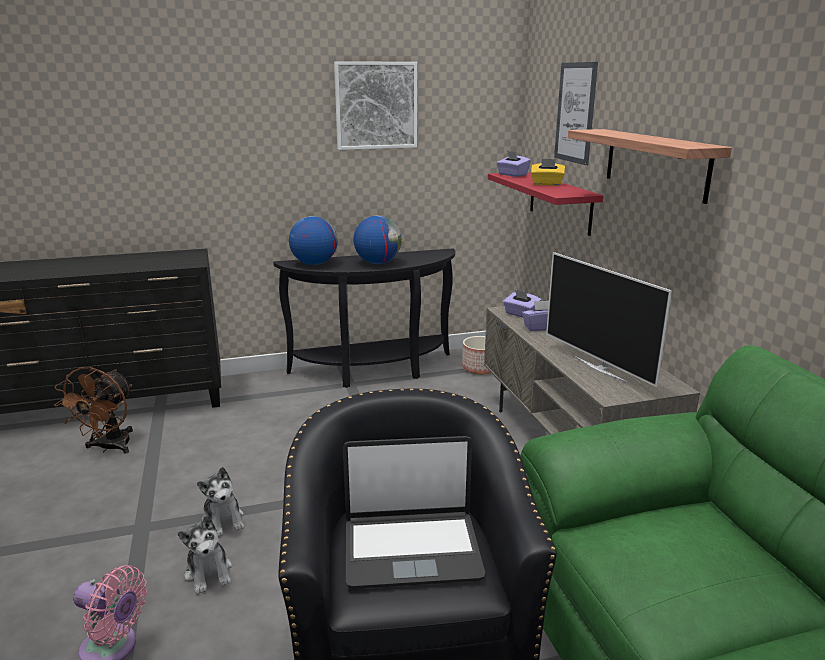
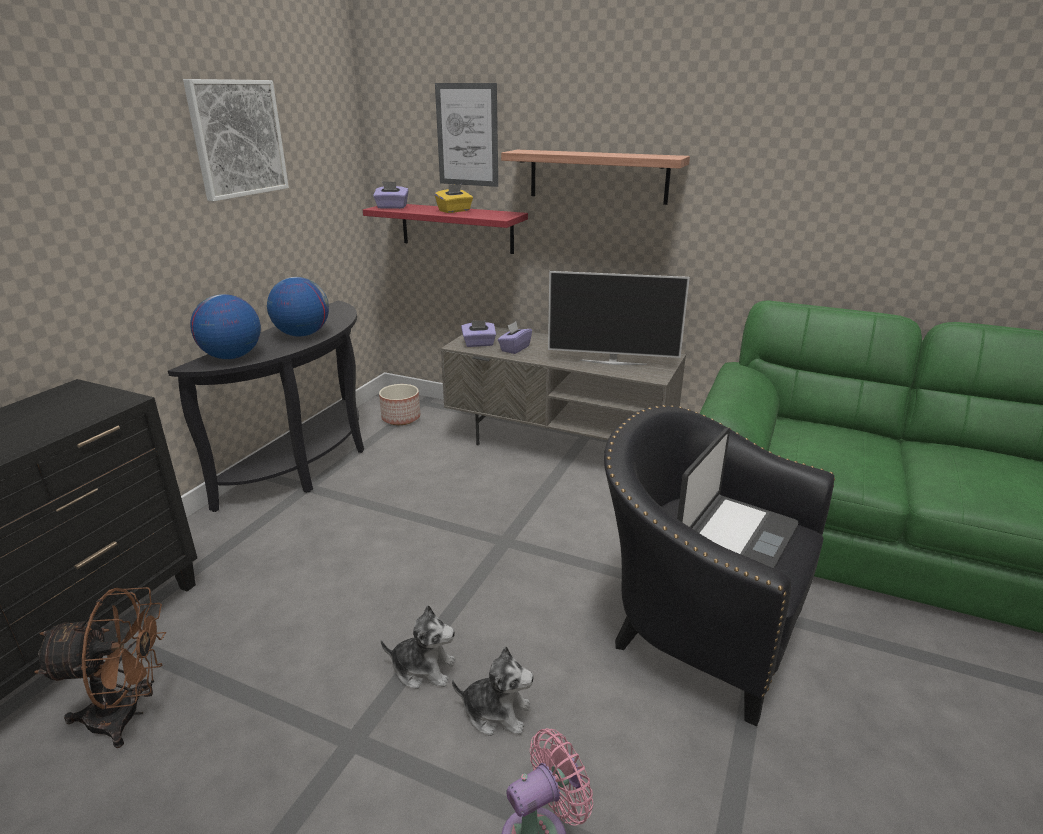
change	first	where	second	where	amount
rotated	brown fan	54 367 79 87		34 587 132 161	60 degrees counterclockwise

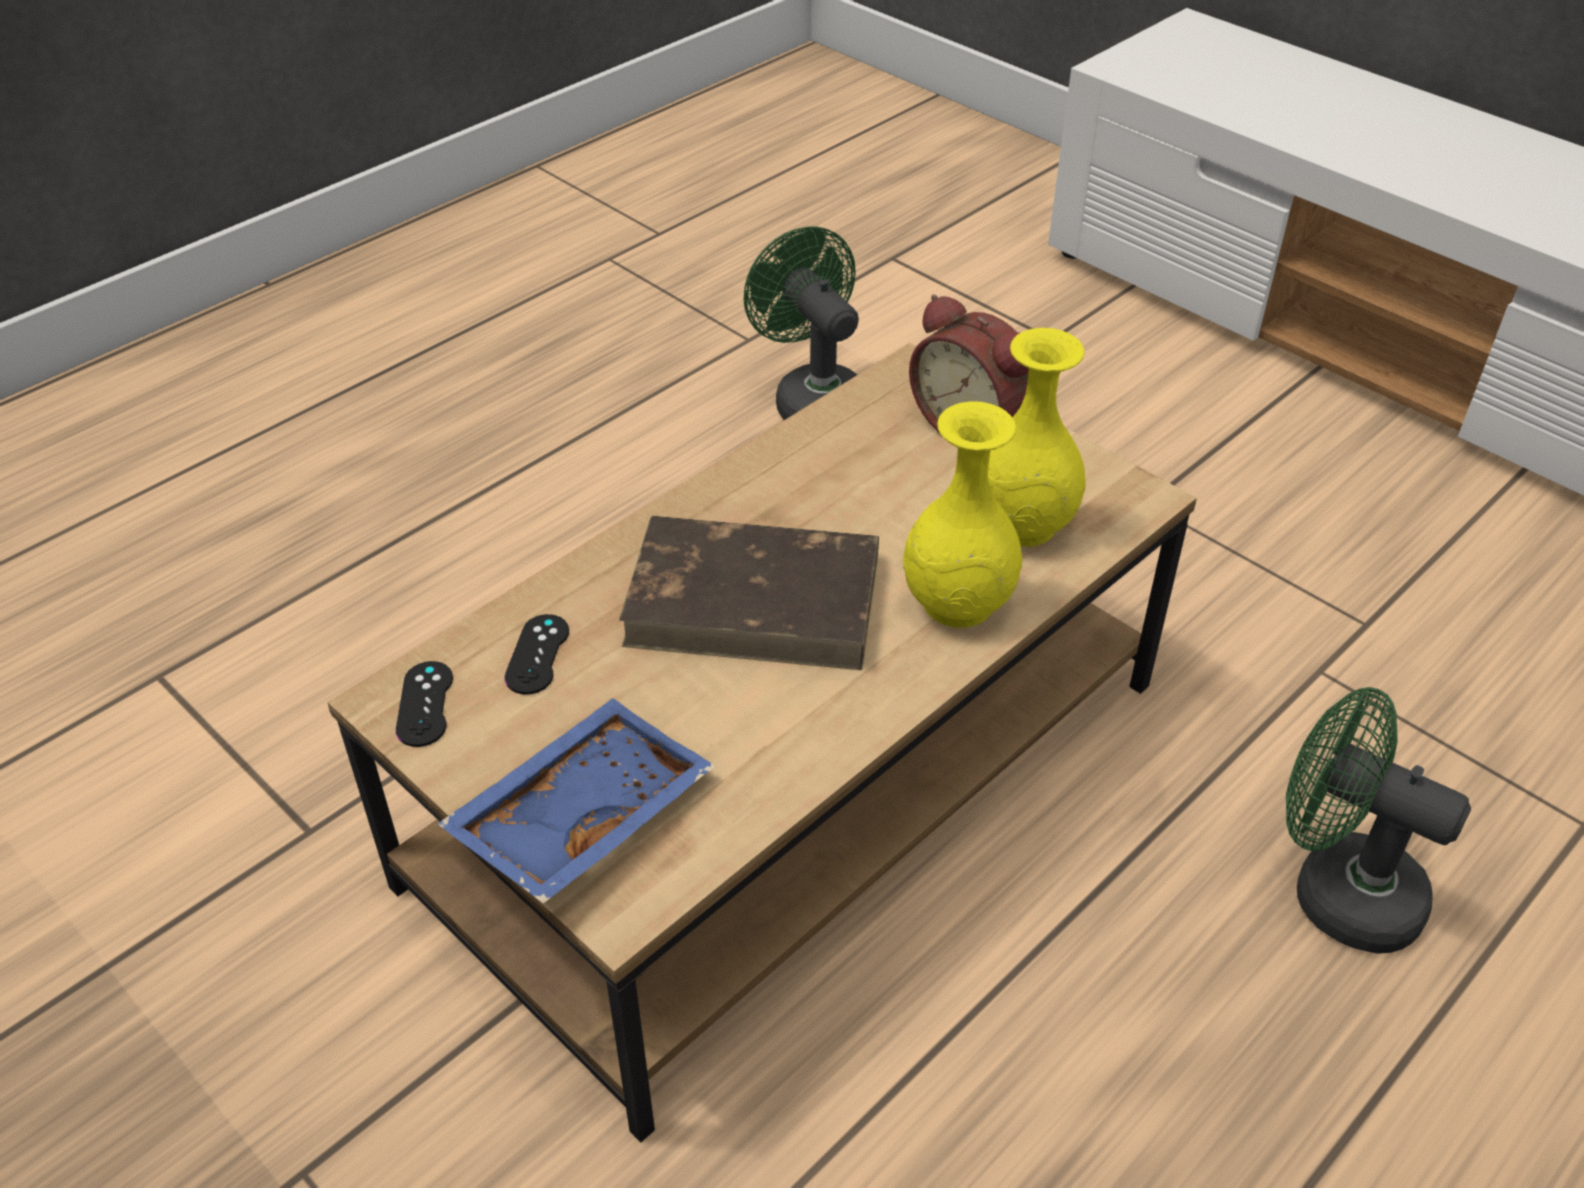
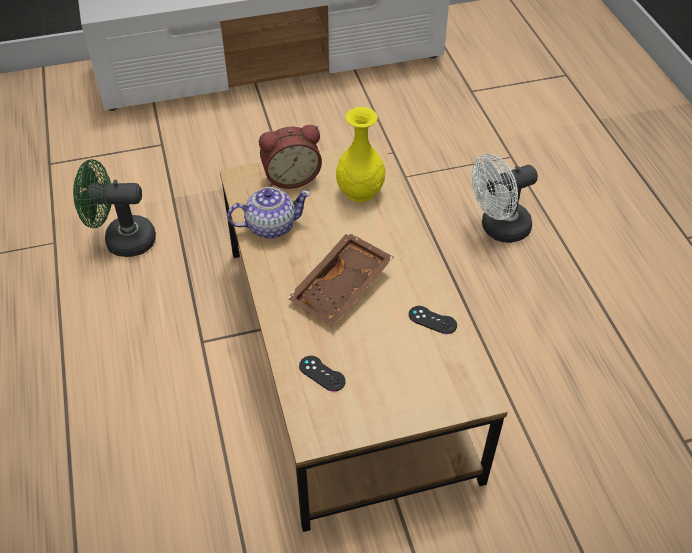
change	first	where	second	where	amount
shifted	black game controller	396 661 57 86		409 306 48 28	
gone	blue tray	437 698 278 206			
swapped	brown book	619 516 260 154	brown tray	287 232 106 94	
gone	yellow vase	903 401 119 227			
repainted	green fan	1286 687 185 267	white fan	471 154 67 89	
new			teapot	227 187 84 52	

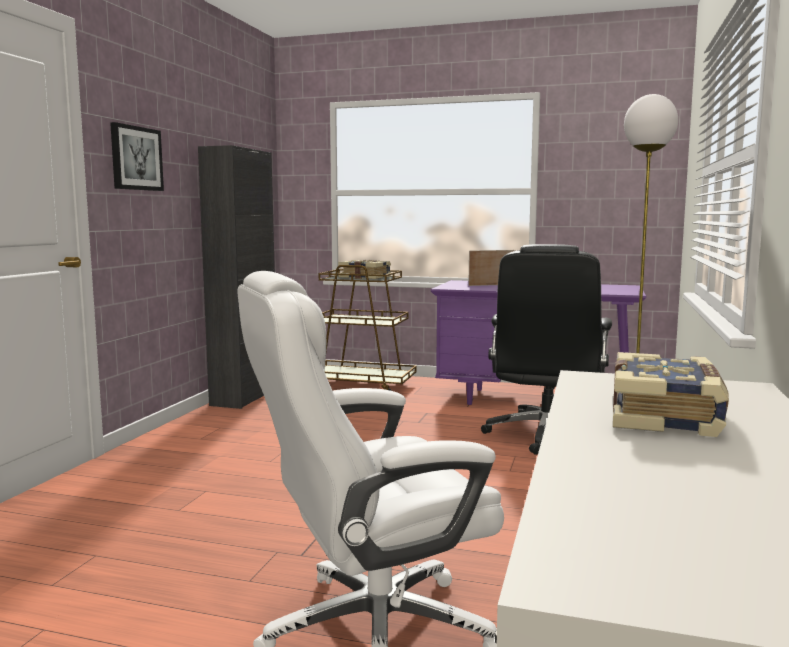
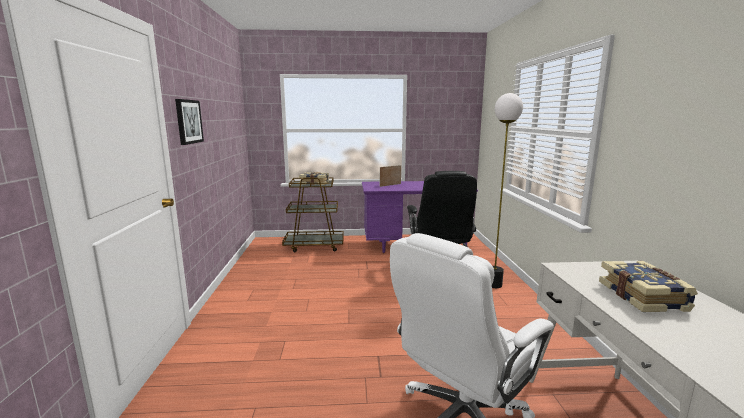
change	first	where	second	where	amount
gone	black cabinet	198 145 77 264			

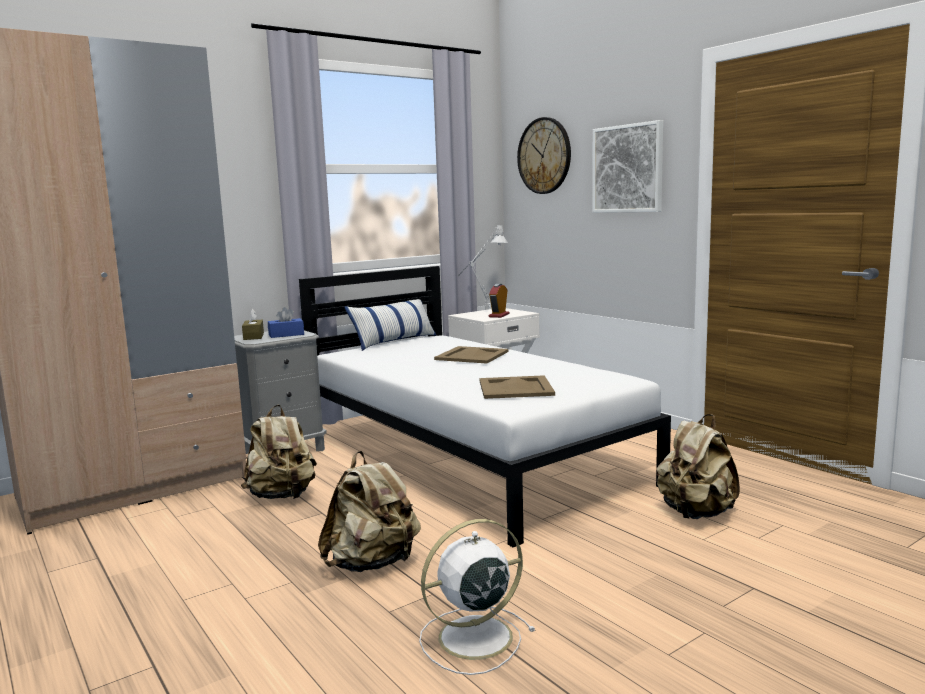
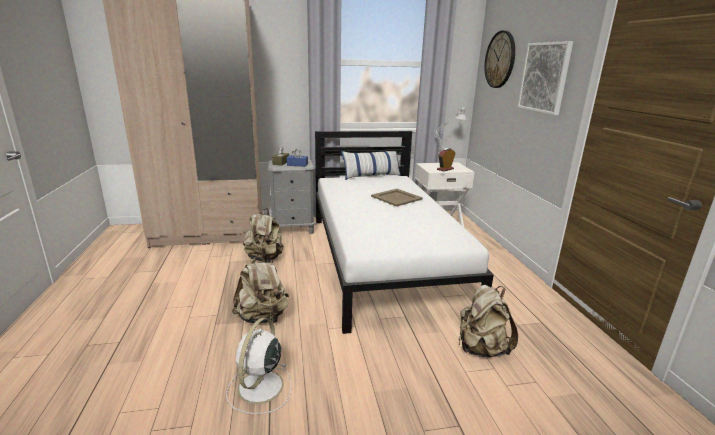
change	first	where	second	where	amount
rotated	white fan	419 519 116 156		226 318 66 96	75 degrees counterclockwise
gone	beige tray	479 375 76 24			

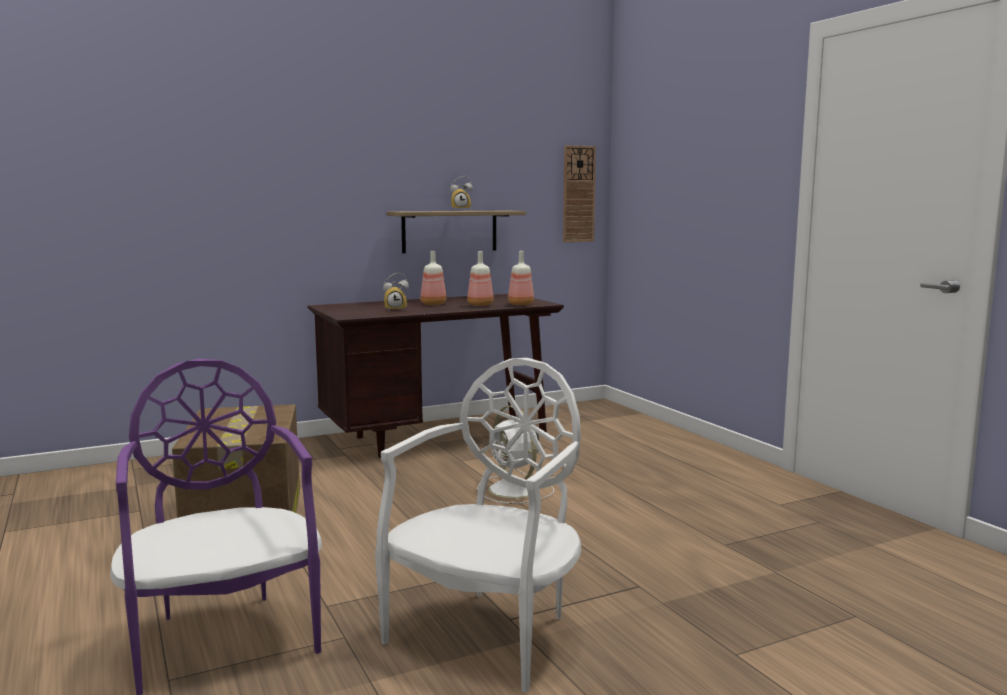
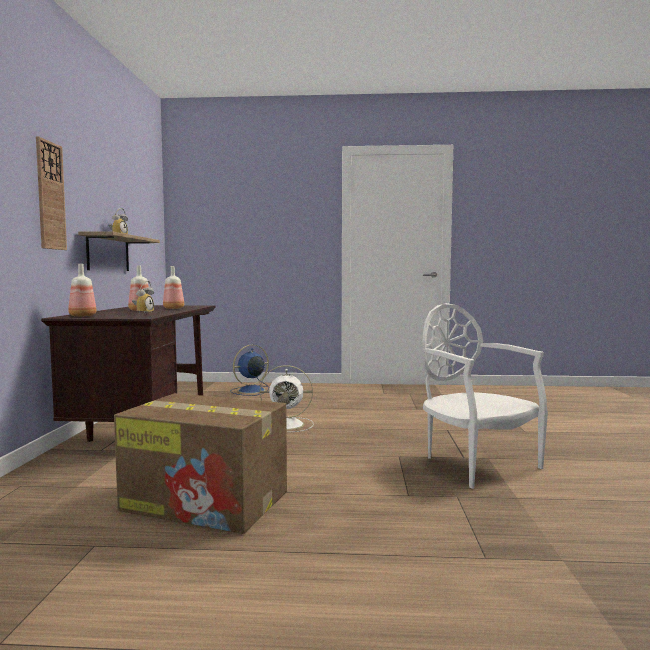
change	first	where	second	where	amount
gone	purple chair	110 358 212 337			
shifted	bottle	508 251 26 55		68 264 28 53	
shifted	wall clock	563 145 33 97		36 137 31 113	
new			blue fan	230 345 39 51	

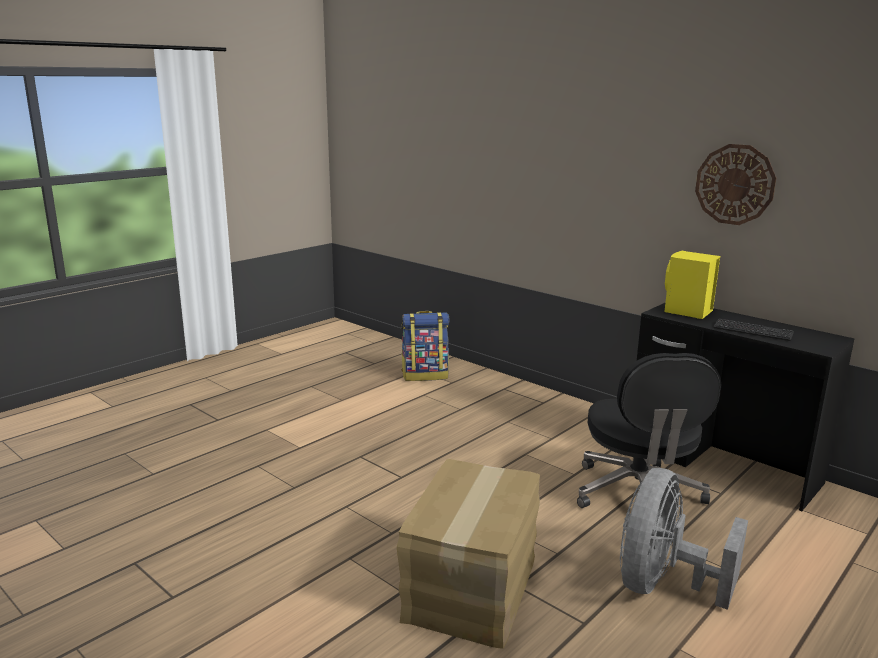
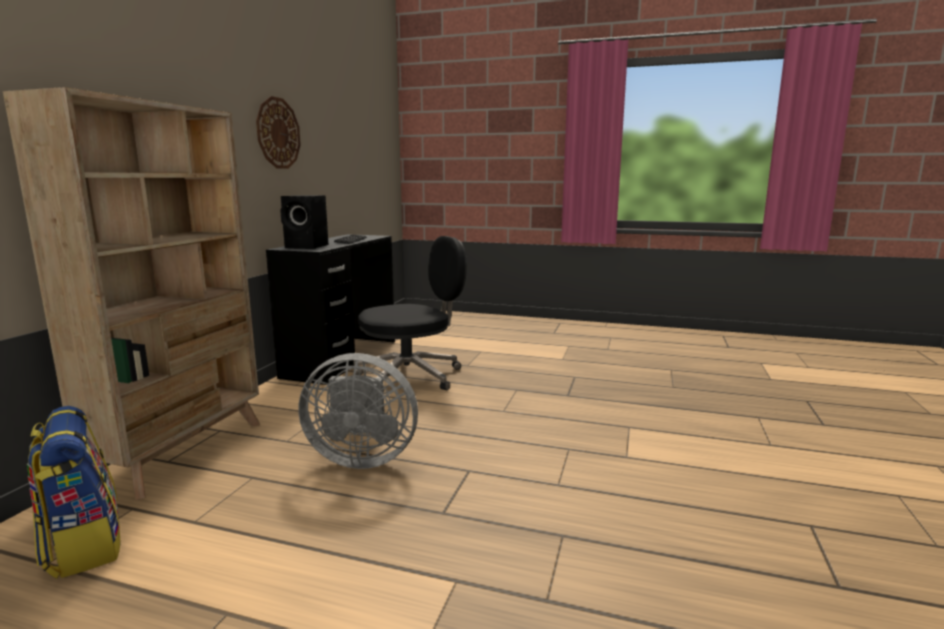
change	first	where	second	where	amount
gone	cardboard box	397 459 143 190			
shifted	grey fan	620 468 128 142		298 353 120 116	
repainted	yellow speaker	664 251 56 68	black speaker	280 195 49 54	
new			beige bookcase	3 87 257 413	

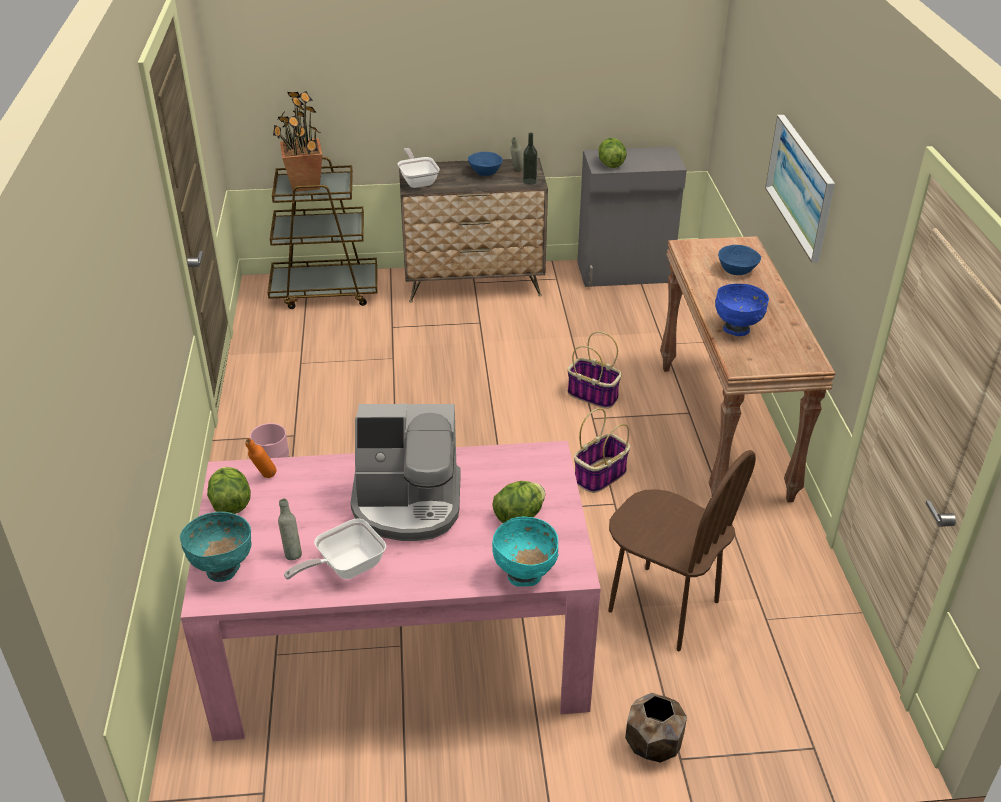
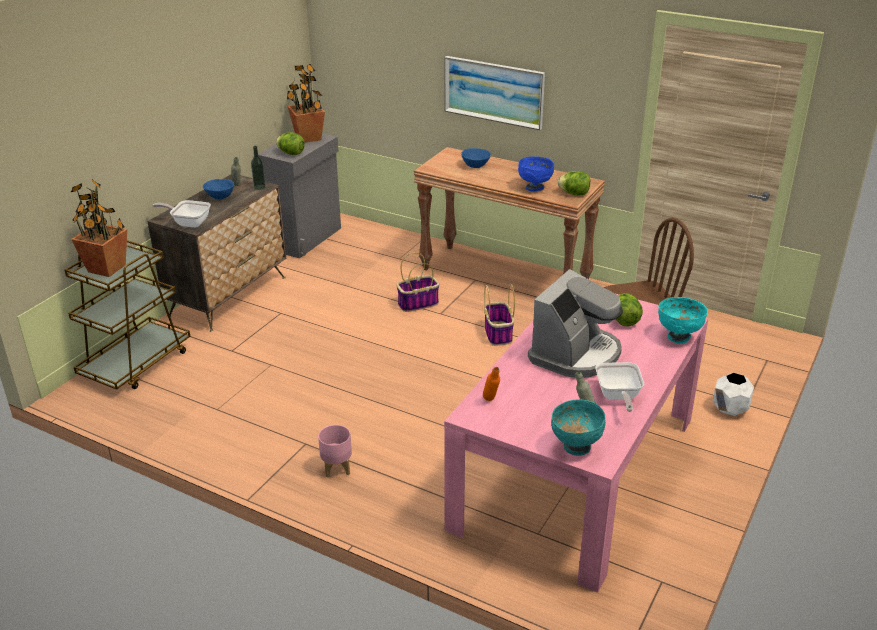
change	first	where	second	where	amount
shifted	lettuce	207 467 44 47		558 171 32 24	
repainted	brown planter	625 693 62 70	white planter	713 373 41 43	
new			potted plant	287 64 38 79	

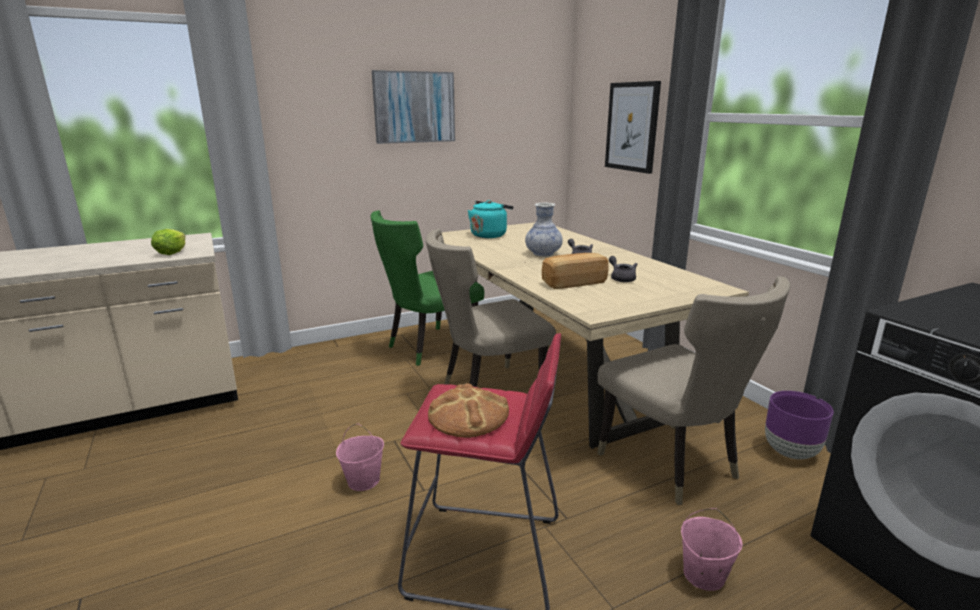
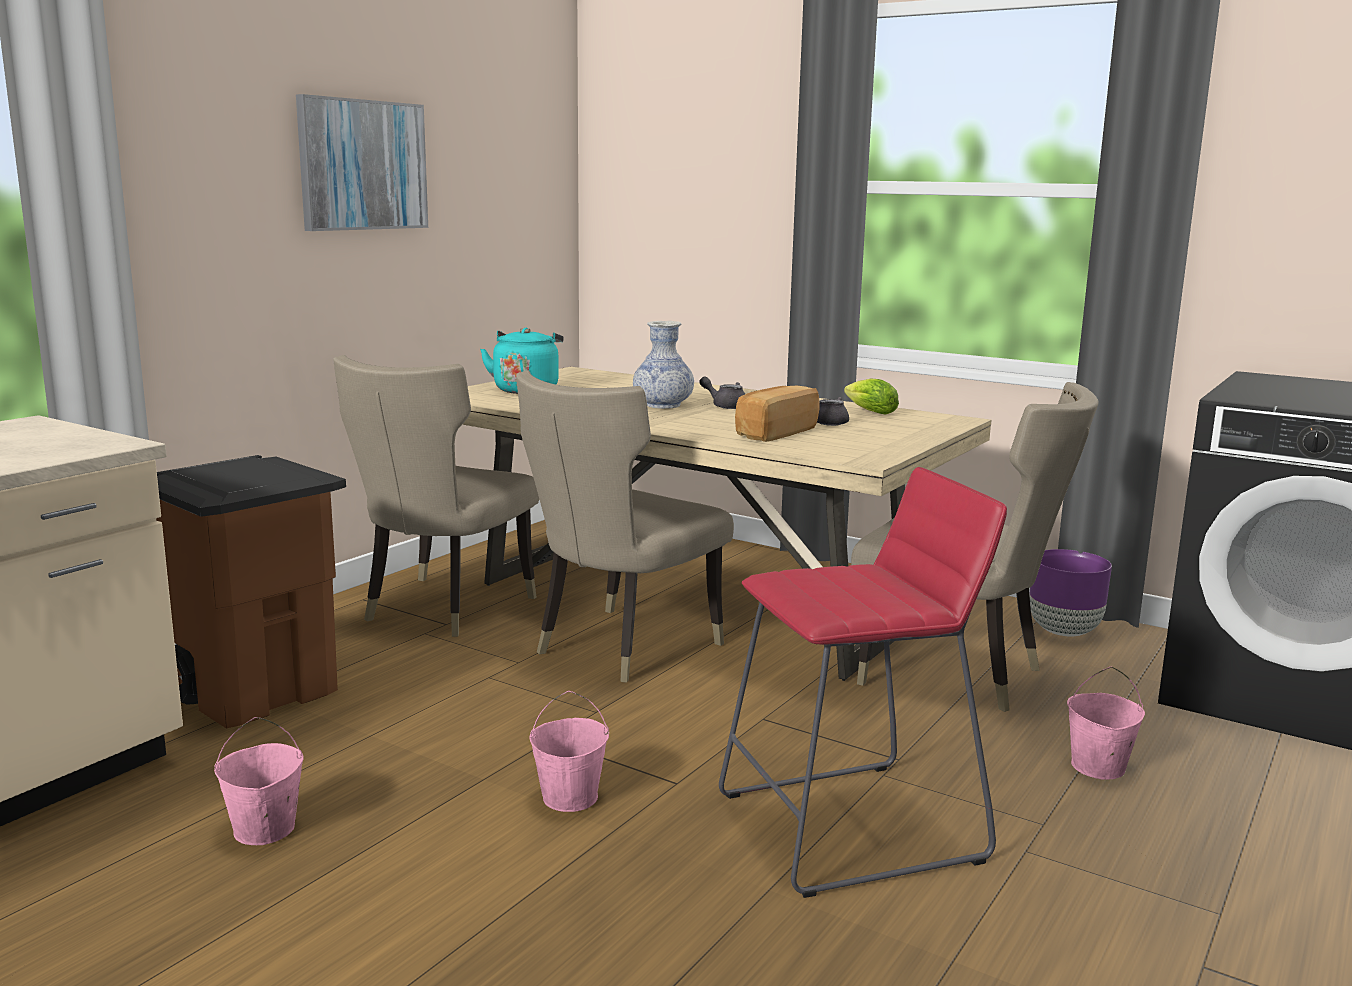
change	first	where	second	where	amount
shifted	lettuce	151 229 35 26		844 379 55 36	
repainted	green chair	371 210 113 156	beige chair	333 355 206 282	
gone	bread	428 383 81 55			
gone	picture	605 81 56 93			
new			brown trash can	156 455 190 273	
new			pink bucket	214 717 90 128	

